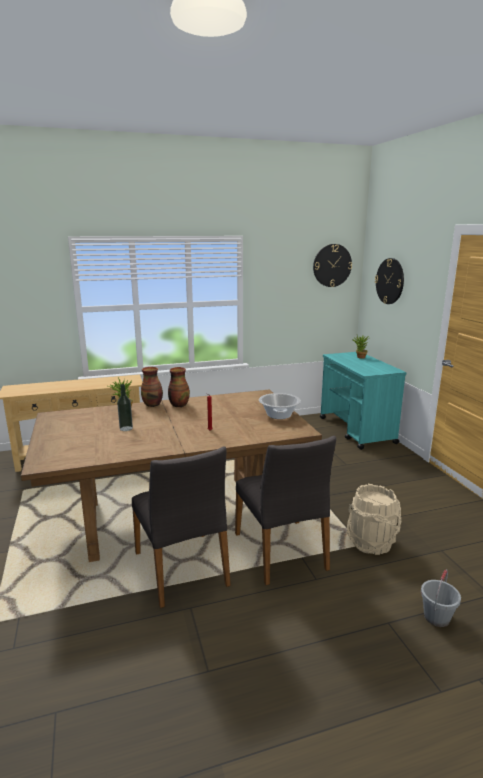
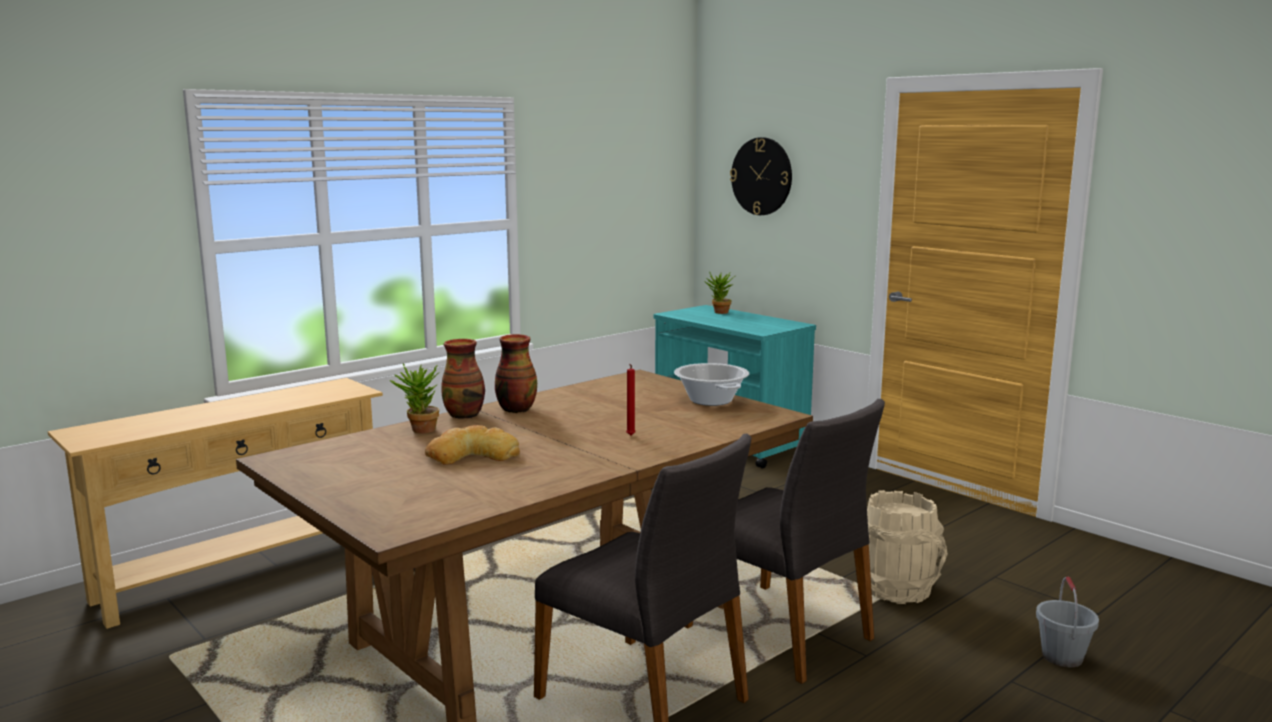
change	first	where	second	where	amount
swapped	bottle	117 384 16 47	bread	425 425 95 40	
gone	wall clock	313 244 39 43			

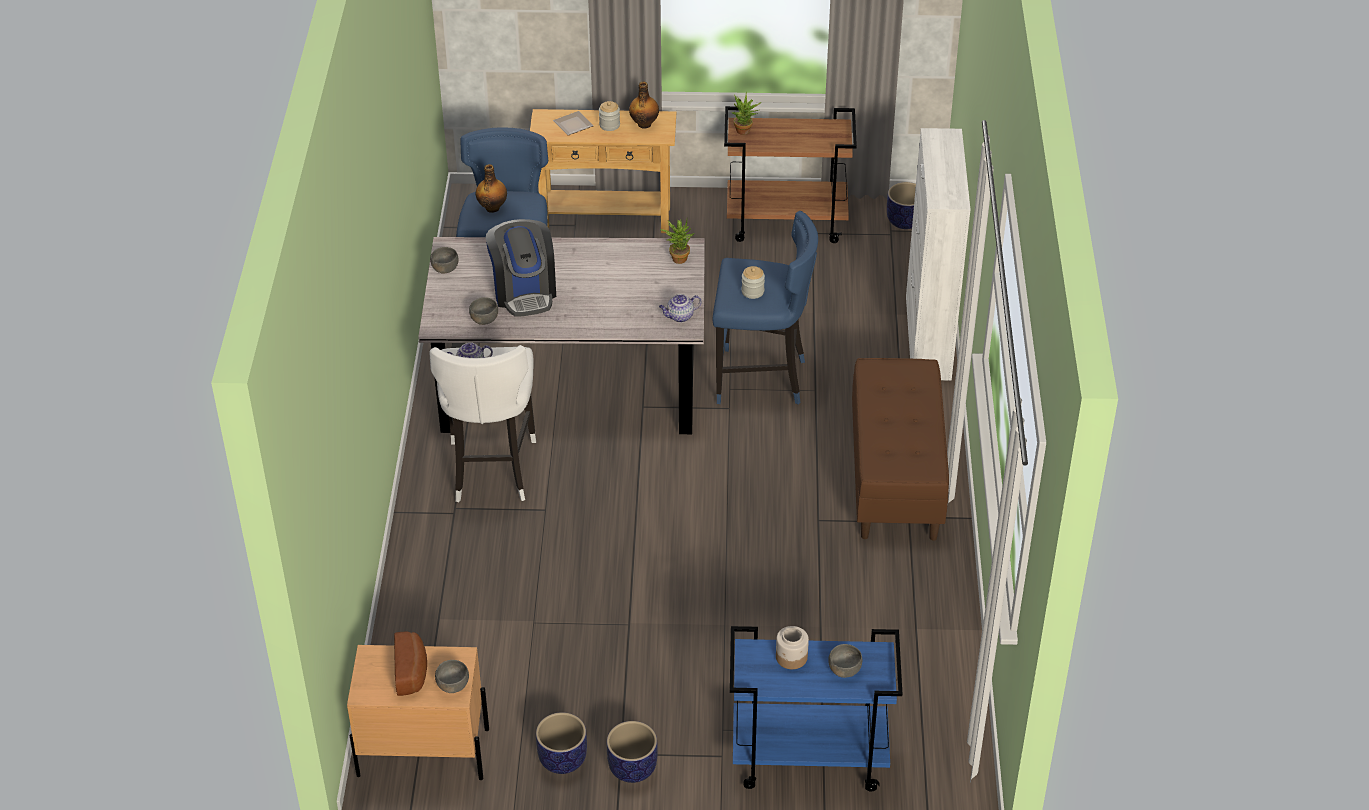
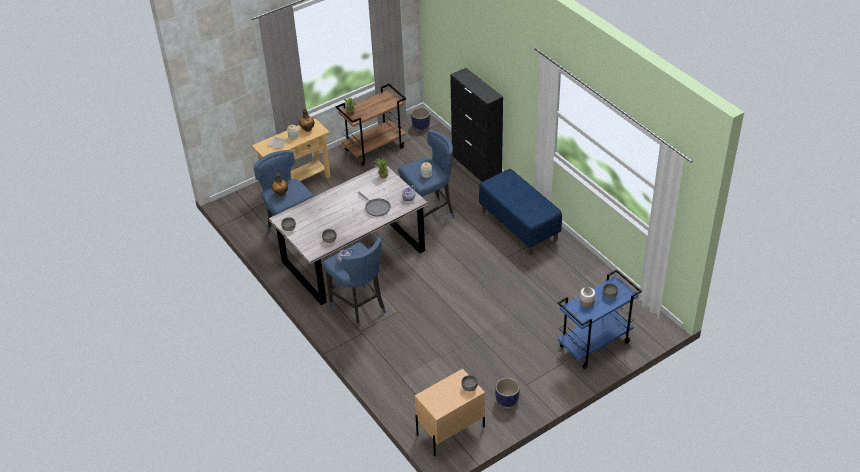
change	first	where	second	where	amount
gone	bread	394 632 33 64			
repainted	white stool	429 345 107 157	blue stool	322 237 64 92	
gone	coffee machine	486 219 70 97			
gone	planter	607 721 51 62			
repainted	brown bench	852 358 97 183	blue bench	479 169 83 86	
repainted	white cabinet	906 128 65 253	black cabinet	450 68 53 114	
new			grey frying pan	358 192 33 25	

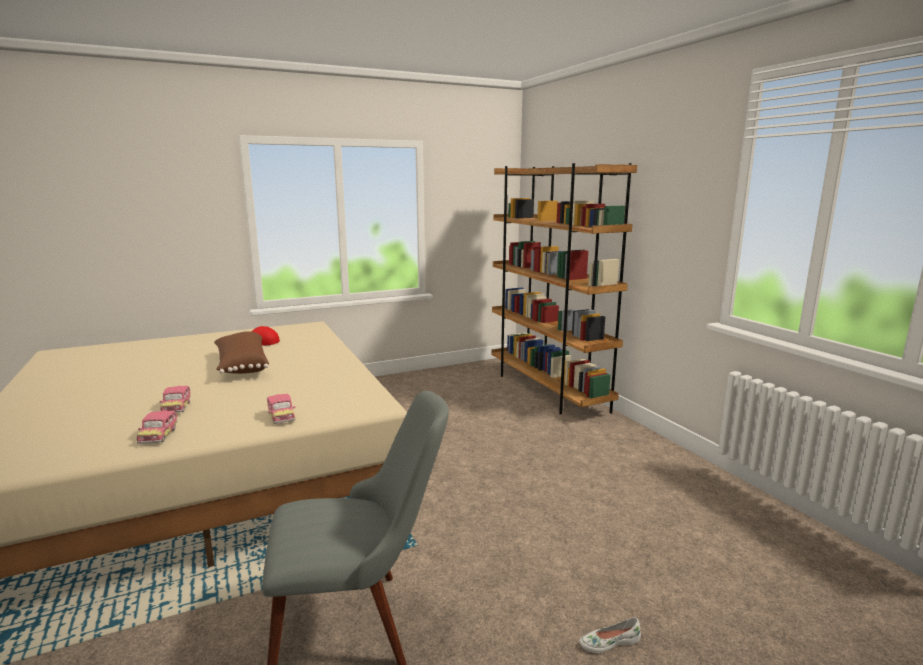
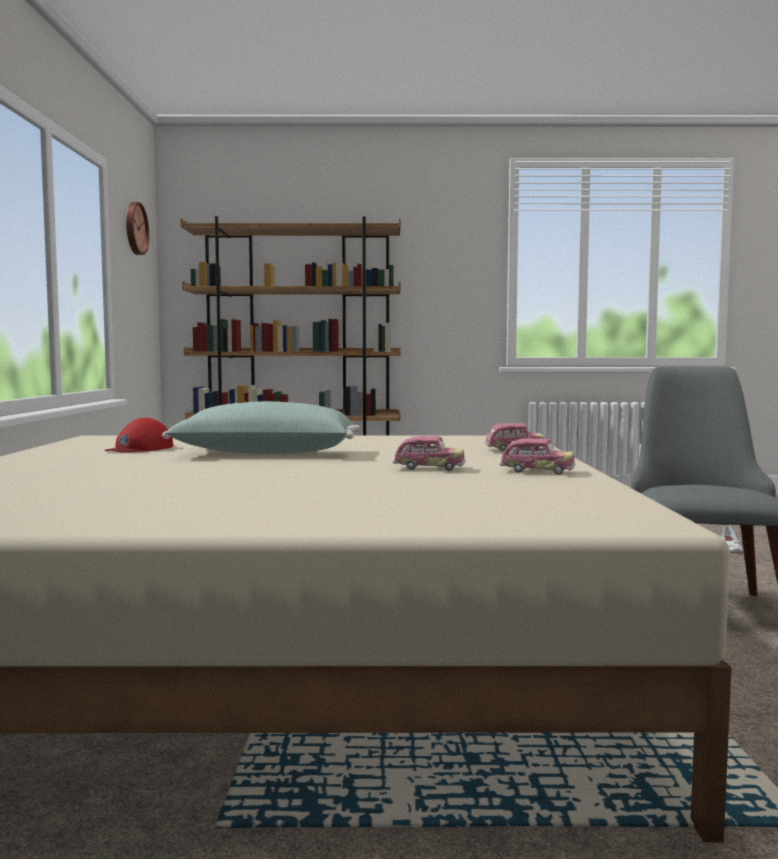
change	first	where	second	where	amount
repainted	brown pillow	214 331 55 43	green pillow	162 401 198 53	
new			wall clock	126 202 23 53	

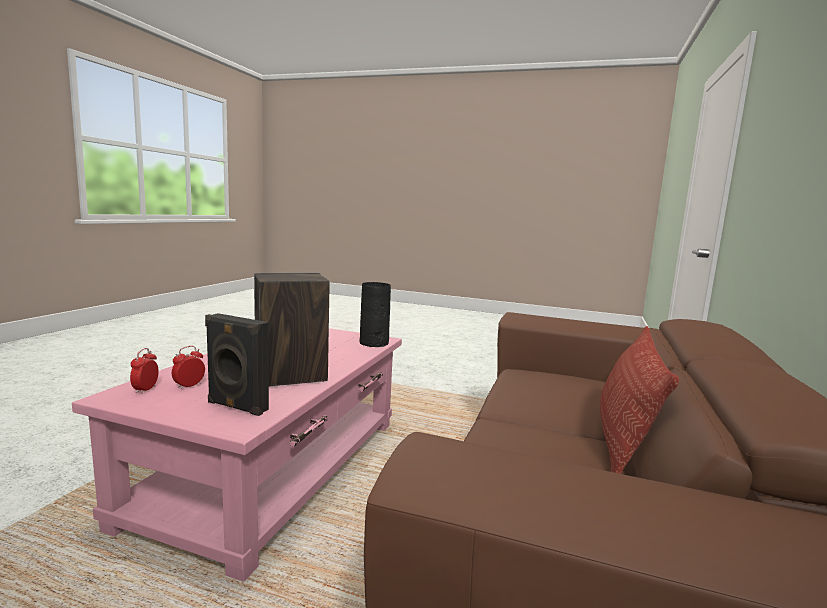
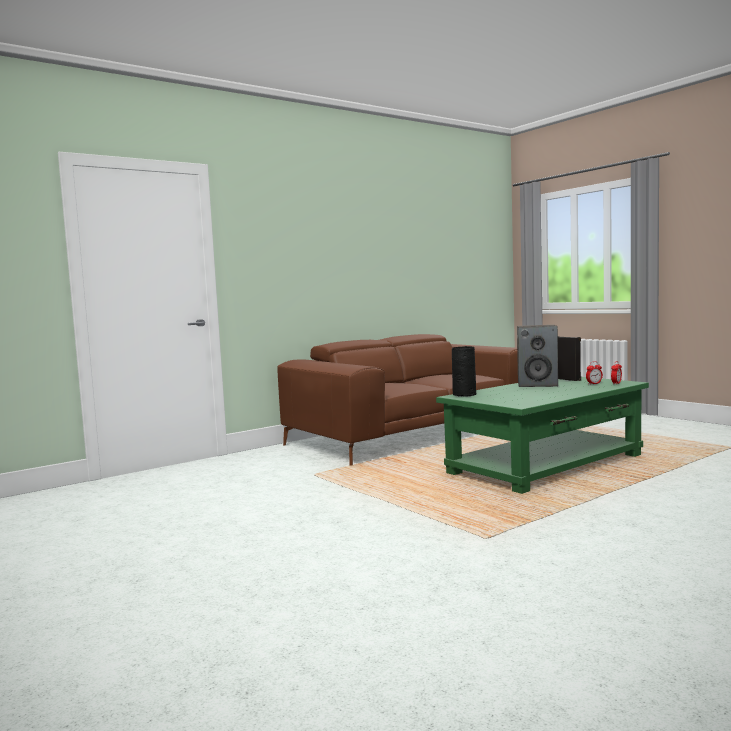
change	first	where	second	where	amount
repainted	pink coffee table	72 328 330 254	green coffee table	436 377 213 117	
gone	pillow	600 326 79 148			

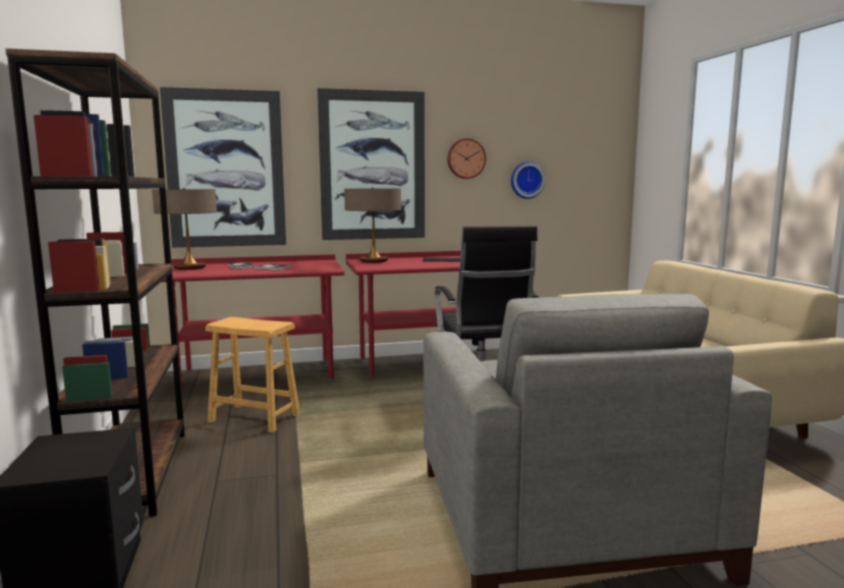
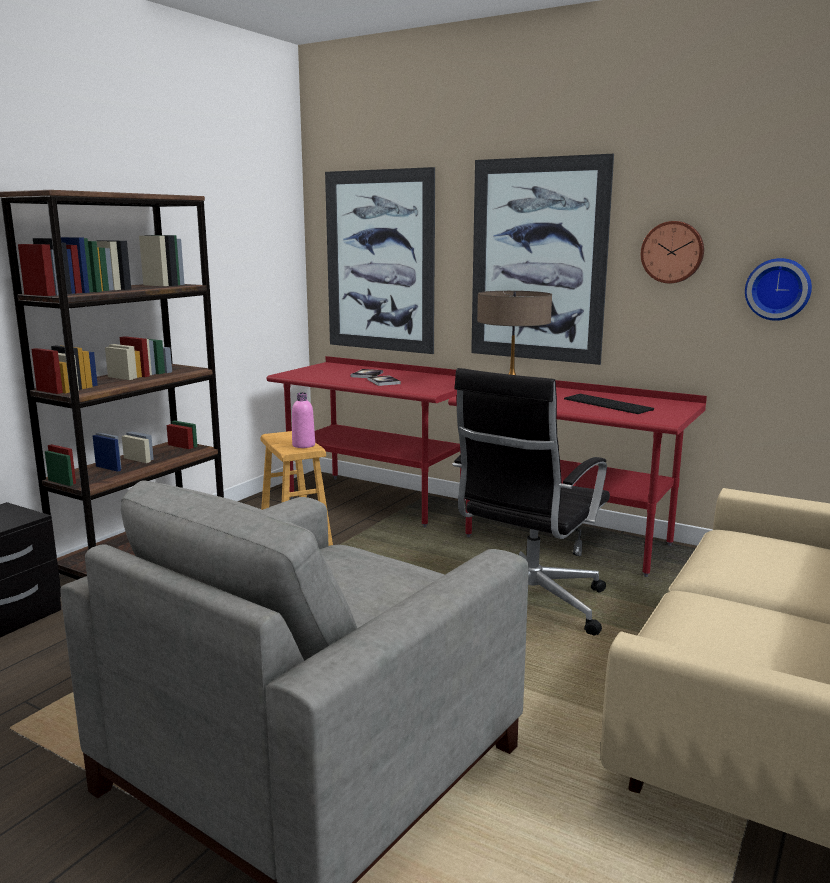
change	first	where	second	where	amount
gone	table lamp	152 188 65 82			
new			pink bottle	292 393 23 55	

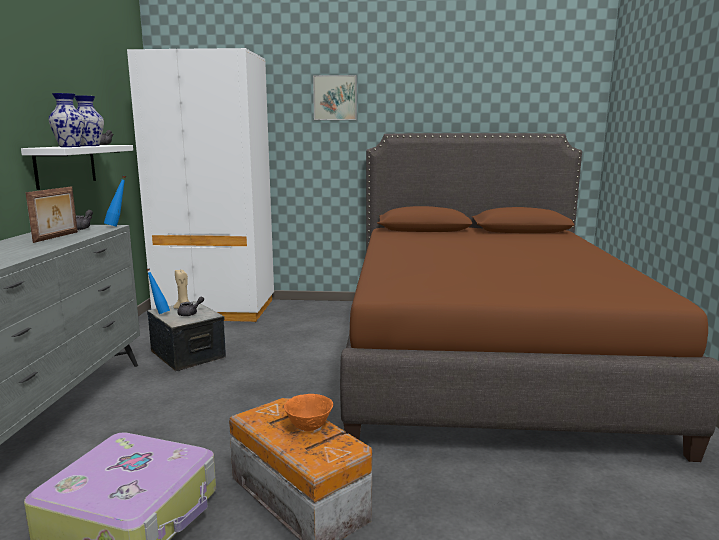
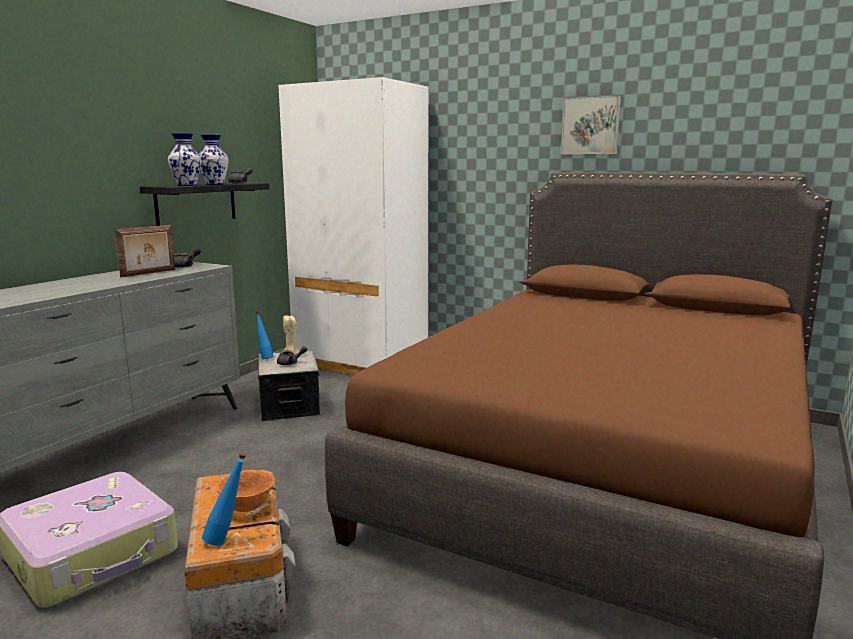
change	first	where	second	where	amount
repainted	white shelf	21 145 112 45	black shelf	140 183 130 43	
shifted	blue bottle	104 175 22 52		202 453 44 93	
shifted	picture	313 75 44 45		561 96 60 58	

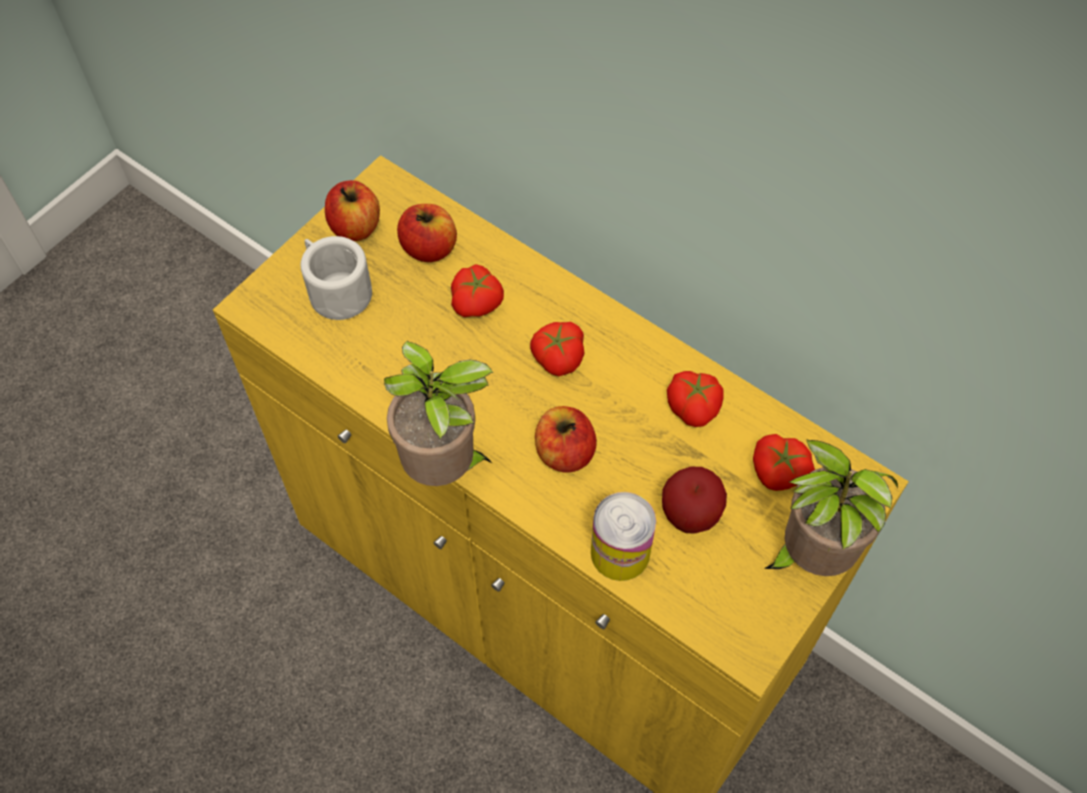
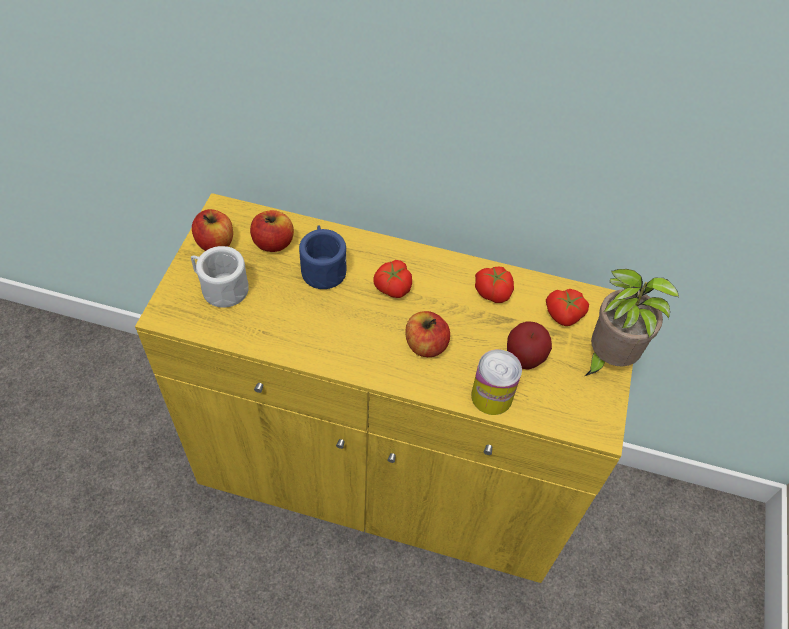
change	first	where	second	where	amount
gone	potted plant	384 341 109 145			
swapped	tomato	451 264 53 53	blue mug	299 225 48 64	

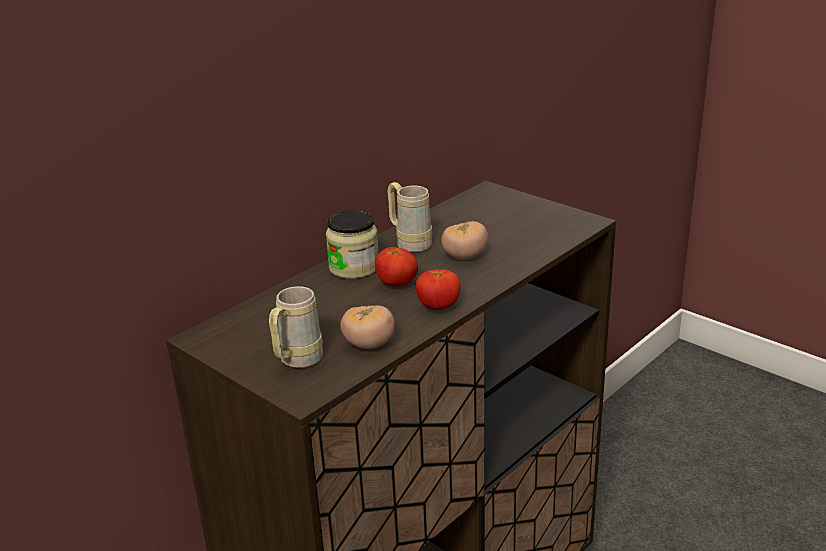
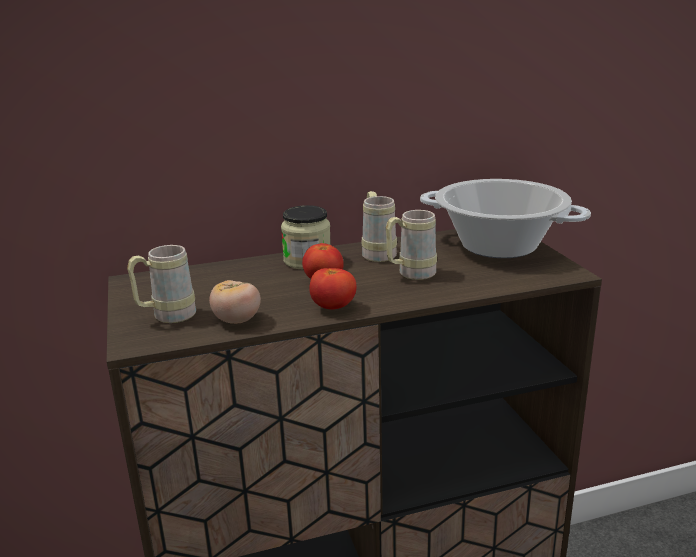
change	first	where	second	where	amount
swapped	tomato	441 221 47 39	beige mug	386 210 51 70	
new			cooking pot	420 179 171 79	

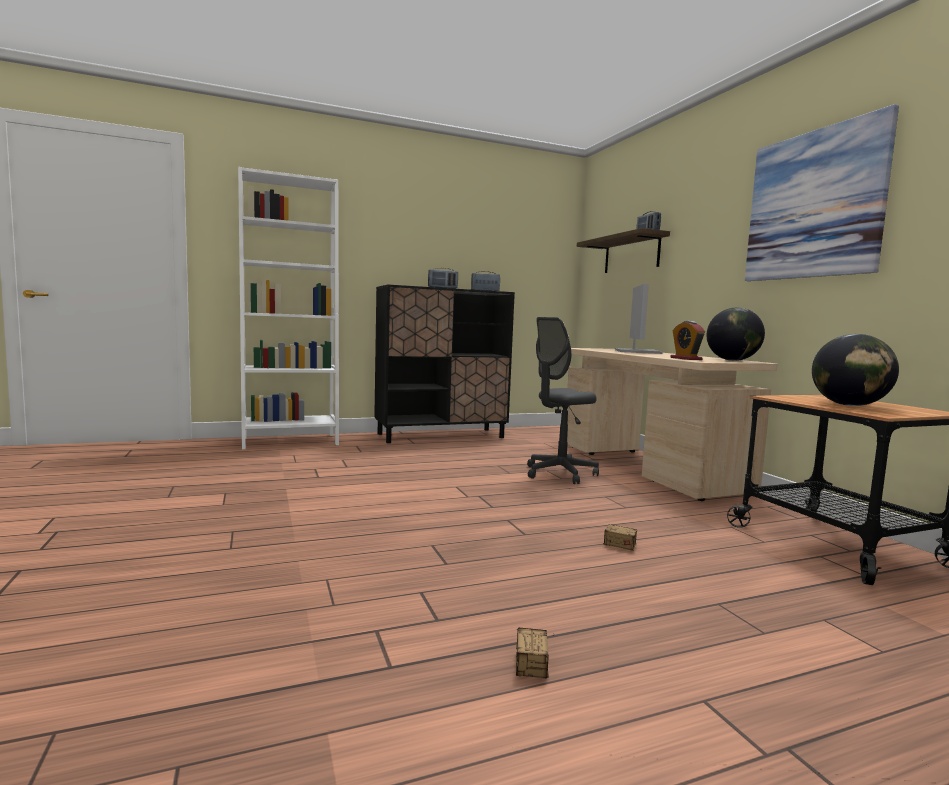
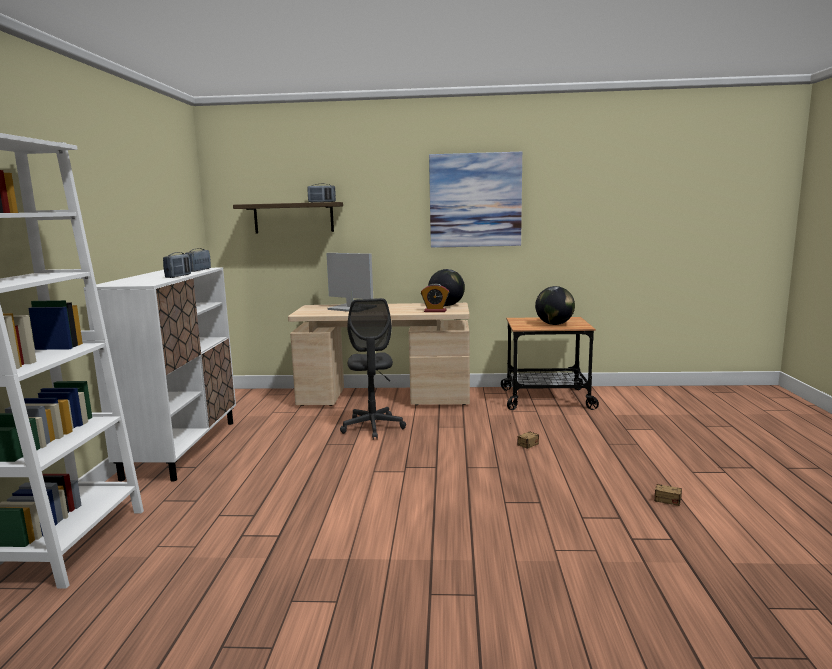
change	first	where	second	where	amount
repainted	black cabinet	374 284 141 159	white cabinet	84 267 152 215	

